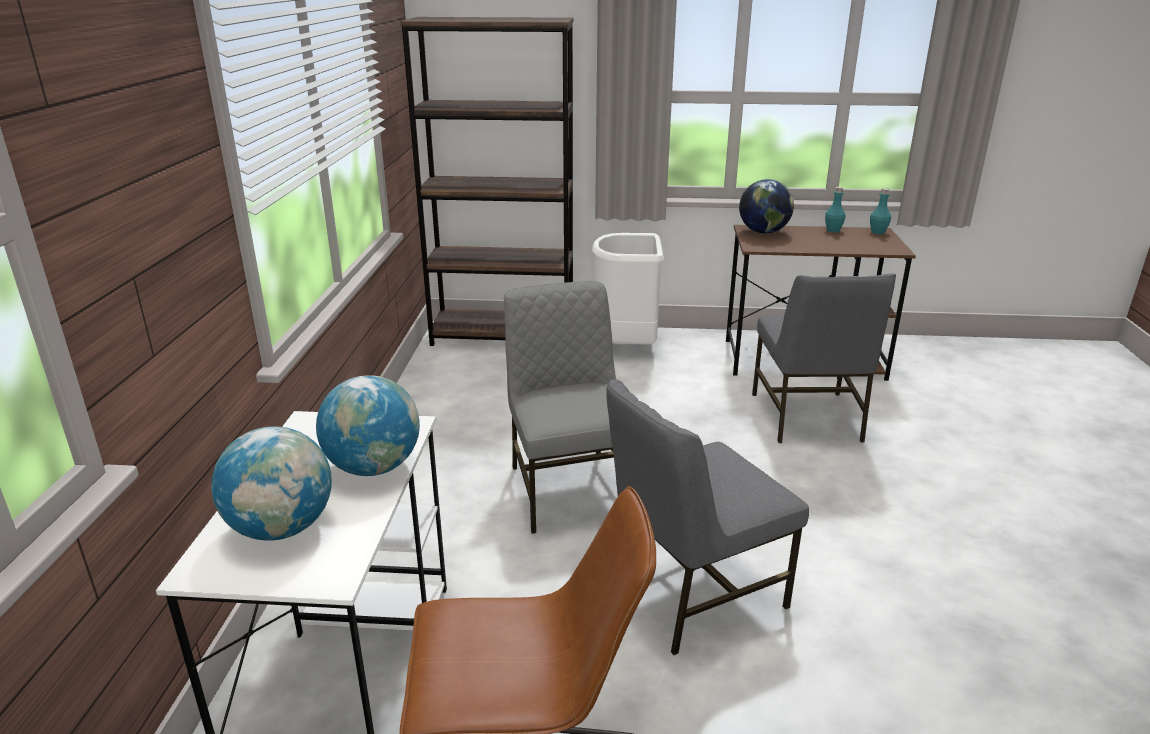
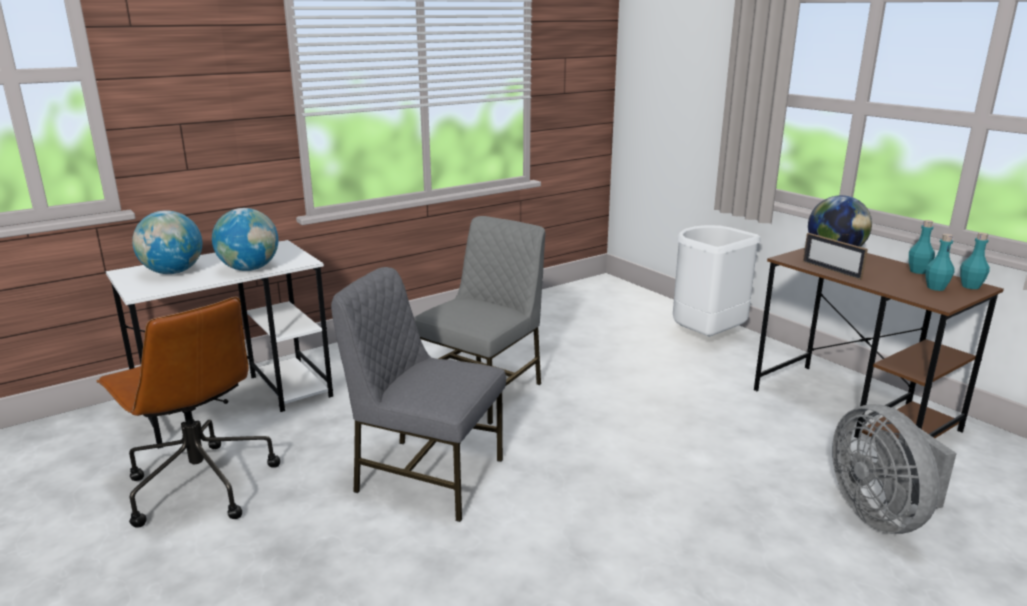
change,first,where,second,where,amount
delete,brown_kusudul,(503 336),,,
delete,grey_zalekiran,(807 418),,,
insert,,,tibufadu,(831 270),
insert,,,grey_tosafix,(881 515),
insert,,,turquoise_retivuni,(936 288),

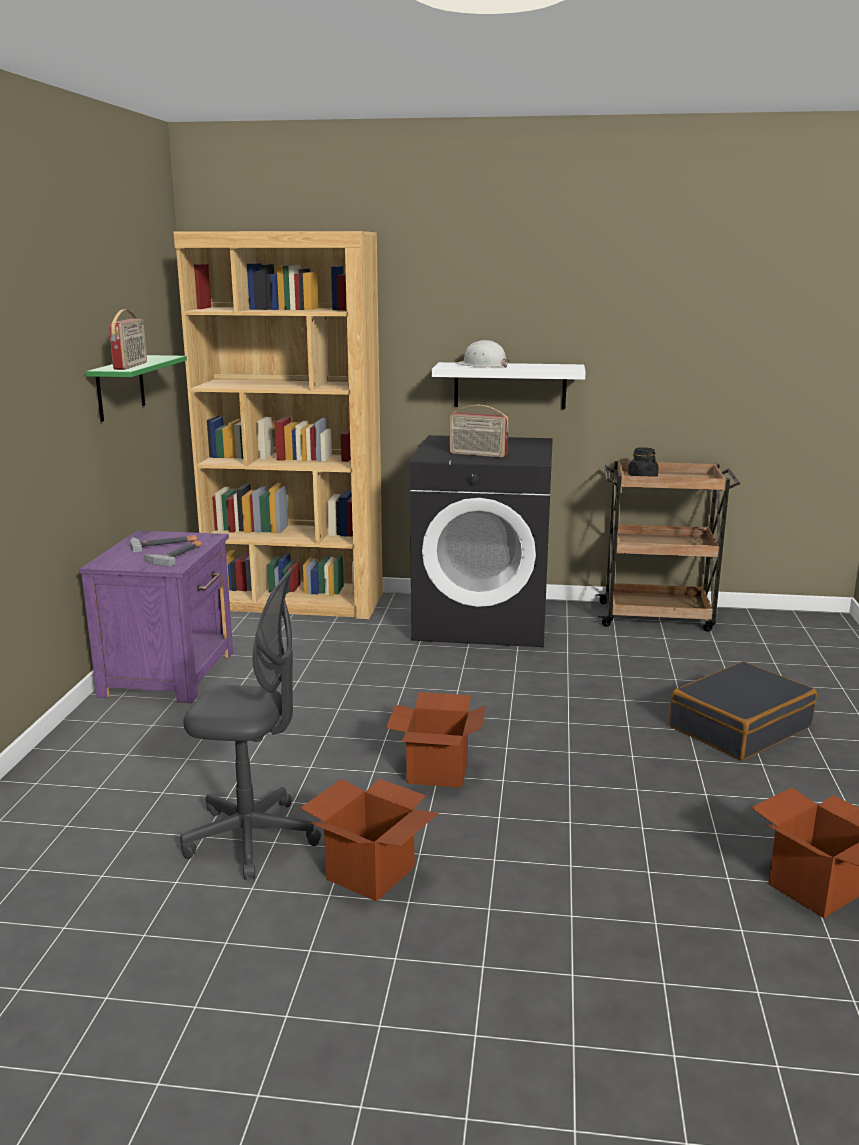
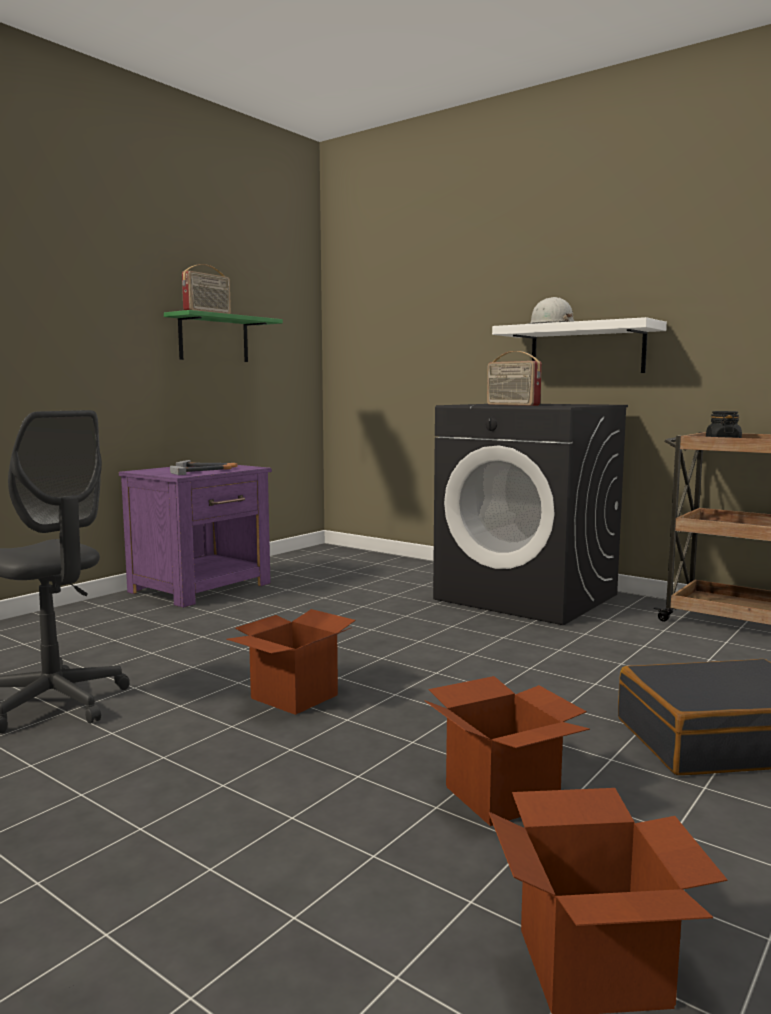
change,first,where,second,where,amount
delete,brown_kusudul,(296 602),,,
move,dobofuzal,(370 873),,(501 796),

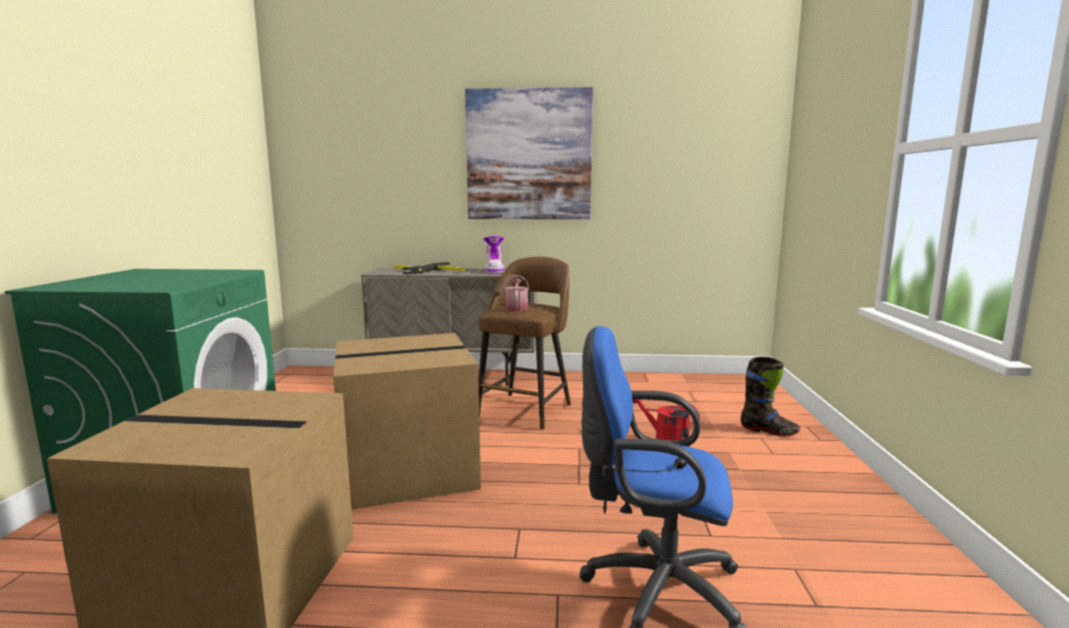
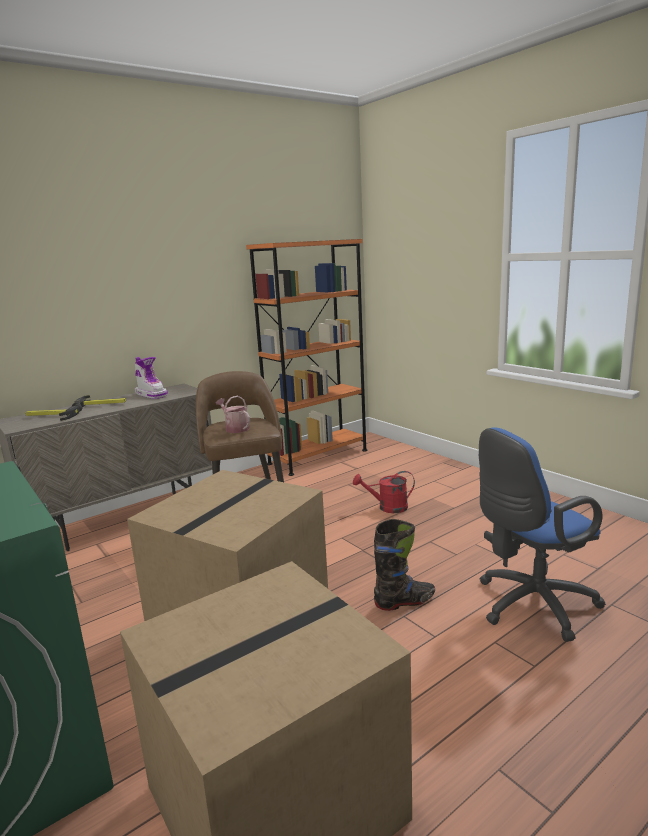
change,first,where,second,where,amount
delete,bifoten,(529 155),,,
insert,,,orange_kusudul,(318 457),
move,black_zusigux,(769 431),,(405 601),

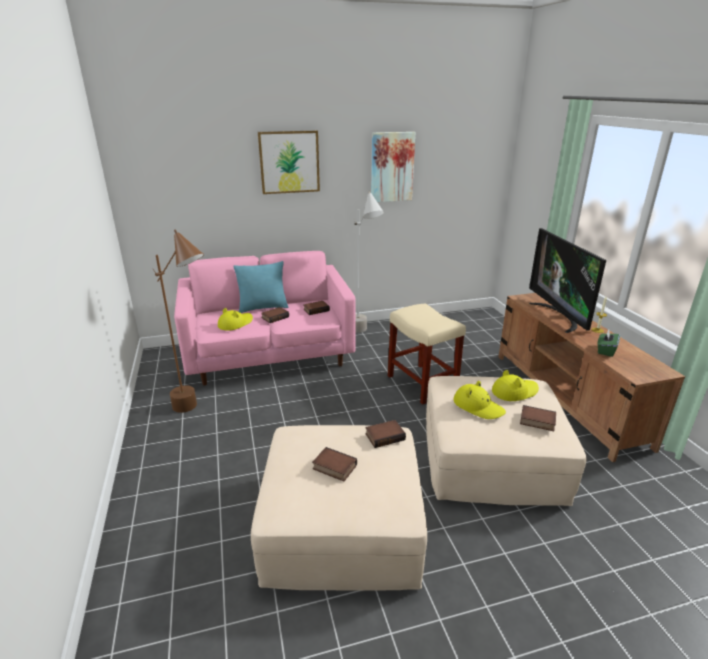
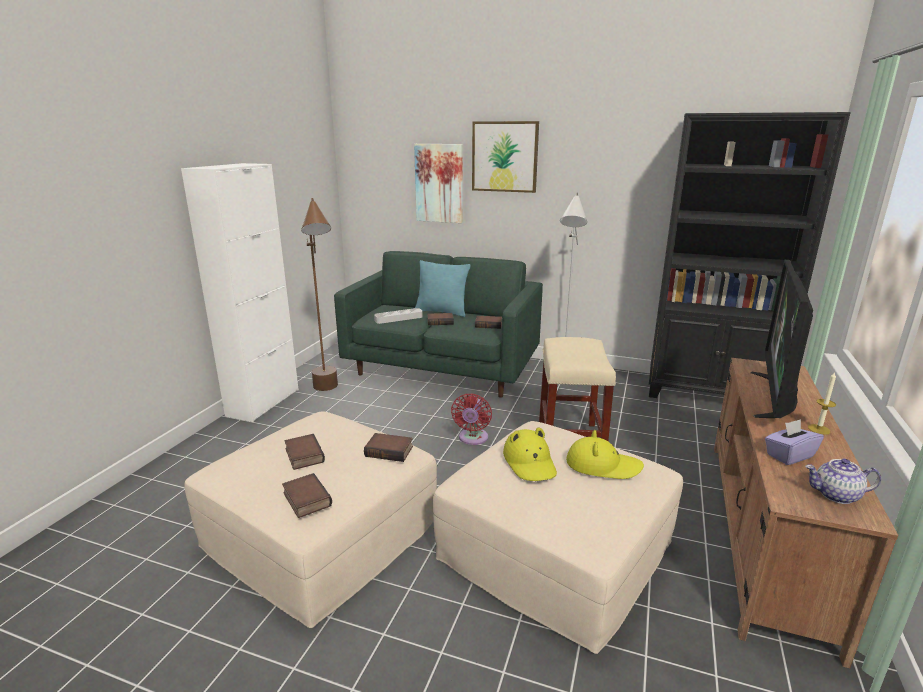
change,first,where,second,where,amount
insert,,,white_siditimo,(263 402),
insert,,,red_tosafix,(472 439),
insert,,,black_kusudul,(709 394),
insert,,,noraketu,(836 495),
move,bifoten,(392 167),,(439 183),
move,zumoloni,(536 421),,(305 499),
replace,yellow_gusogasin,(235 323),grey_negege,(398 318),
recolor,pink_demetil,(270 356),green_demetil,(442 369),
recolor,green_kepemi,(605 350),purple_kepemi,(789 455),

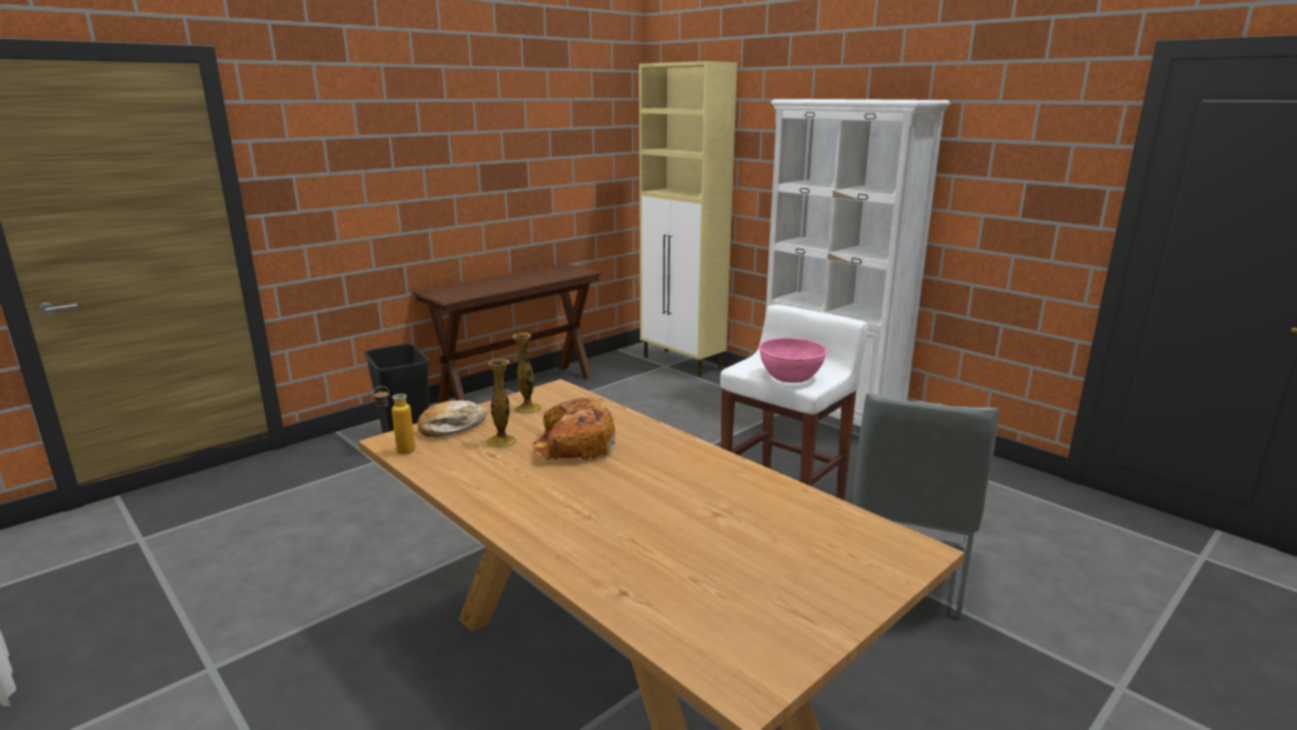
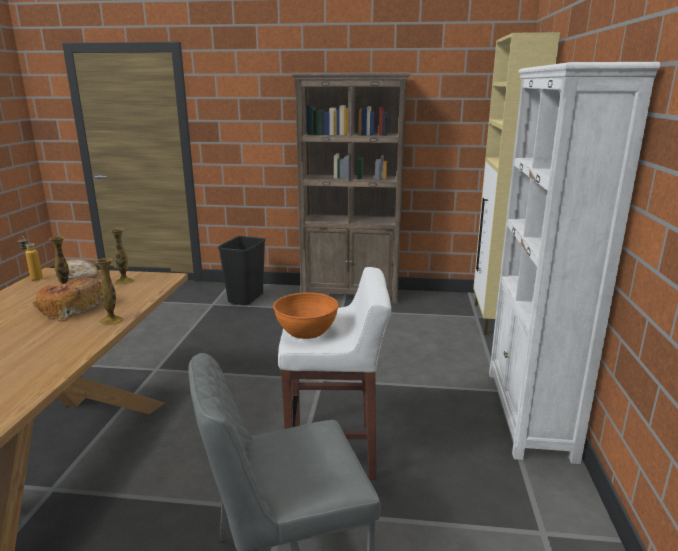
change,first,where,second,where,amount
insert,,,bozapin,(111 321),
replace,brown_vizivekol,(518 390),brown_kusudul,(351 295),
recolor,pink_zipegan,(790 376),orange_zipegan,(306 331),

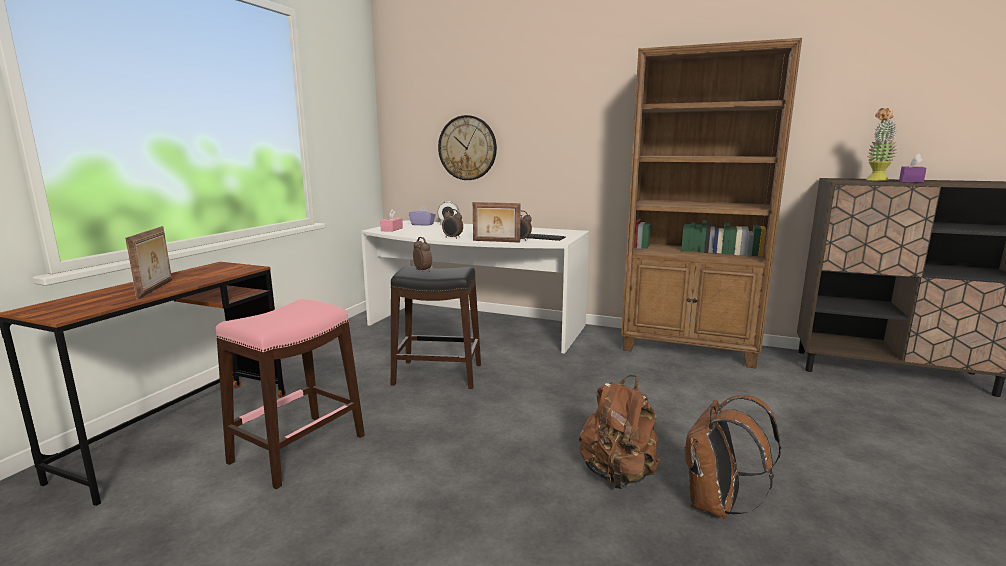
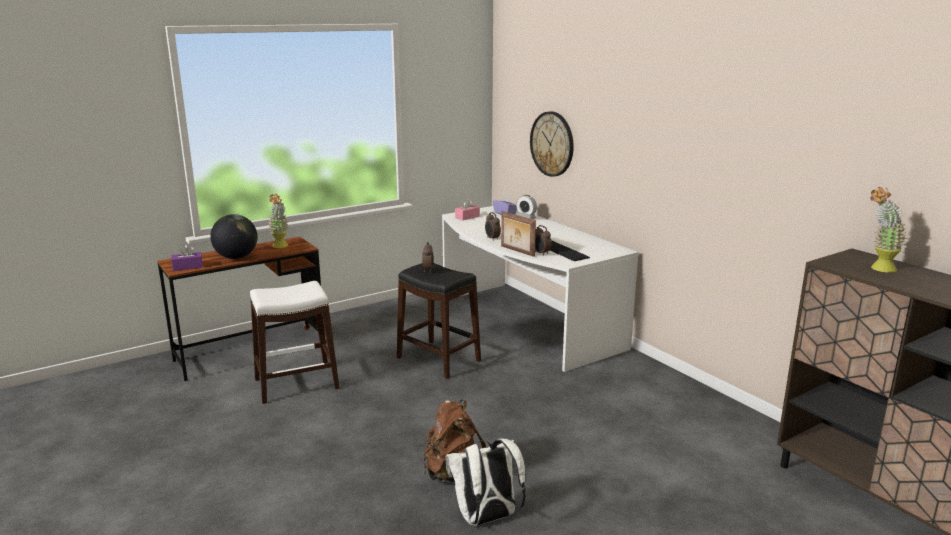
change,first,where,second,where,amount
delete,brown_kusudul,(689 349),,,
insert,,,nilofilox,(280 247),
move,purple_kepemi,(910 181),,(187 267),
replace,tibufadu,(157 289),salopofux,(236 257),
recolor,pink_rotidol,(299 449),white_rotidol,(297 384),
recolor,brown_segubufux,(717 505),white_segubufux,(486 519),

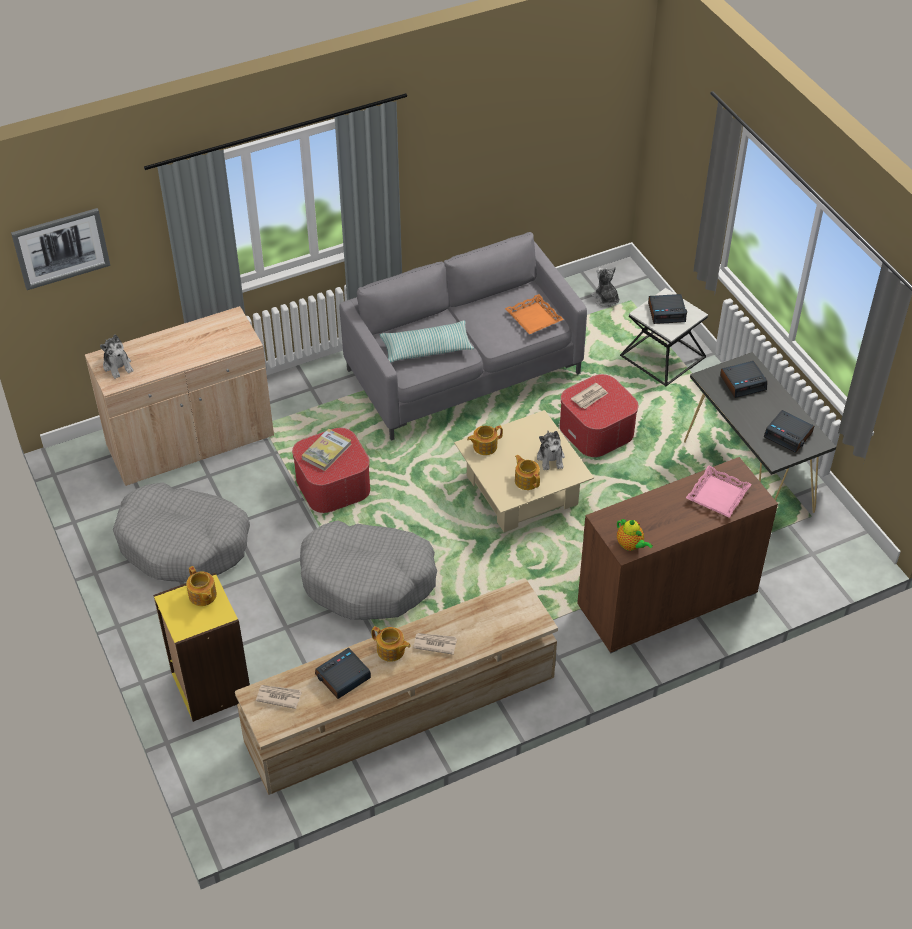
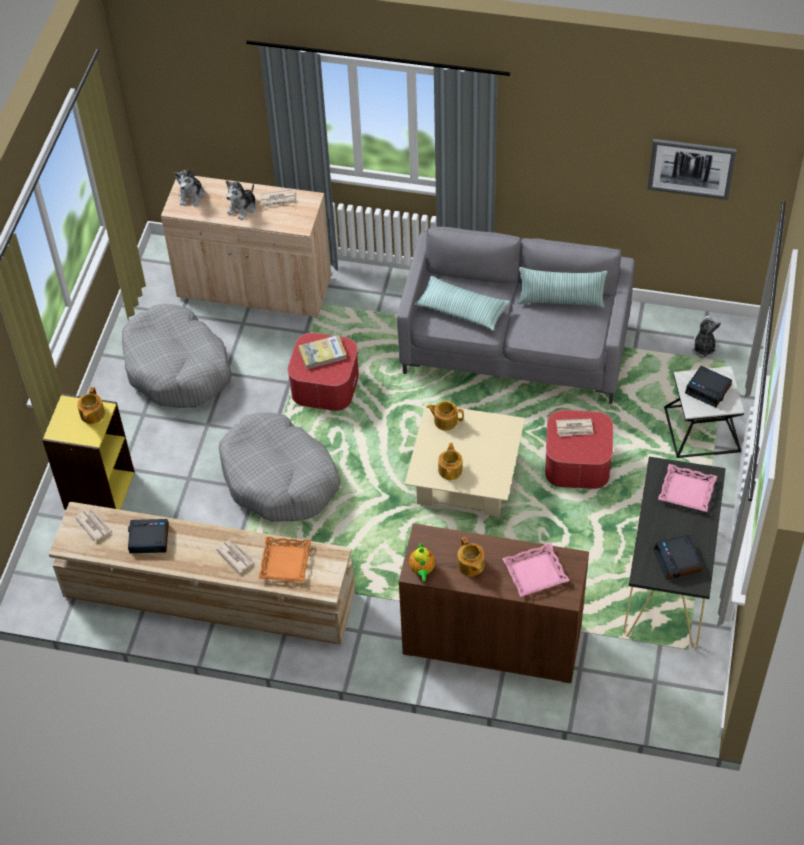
change,first,where,second,where,amount
insert,,,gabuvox,(278 200),
insert,,,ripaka,(561 301),
move,bifoten,(61 248),,(691 168),
move,noraketu,(391 651),,(470 566),
move,orange_negege,(534 318),,(285 562),
move,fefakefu,(551 458),,(243 208),
replace,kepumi,(743 382),pink_negege,(687 491),

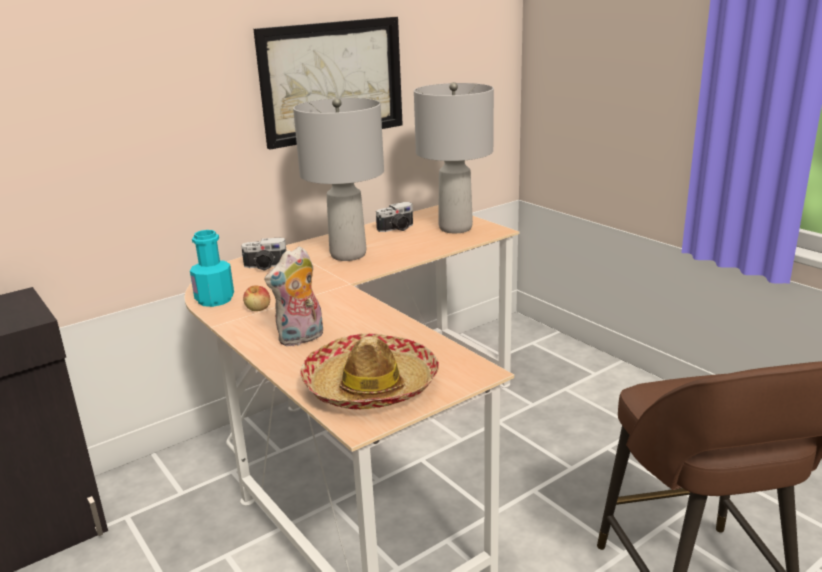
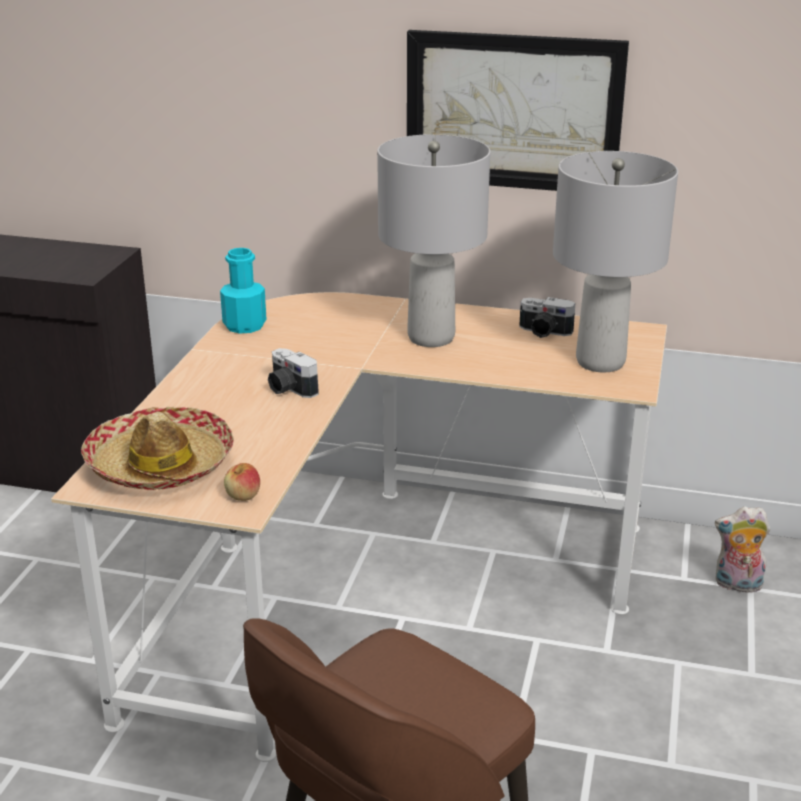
change,first,where,second,where,amount
move,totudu,(265 266),,(289 389),
move,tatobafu,(258 309),,(243 496),
move,fefakefu,(301 339),,(737 585),

